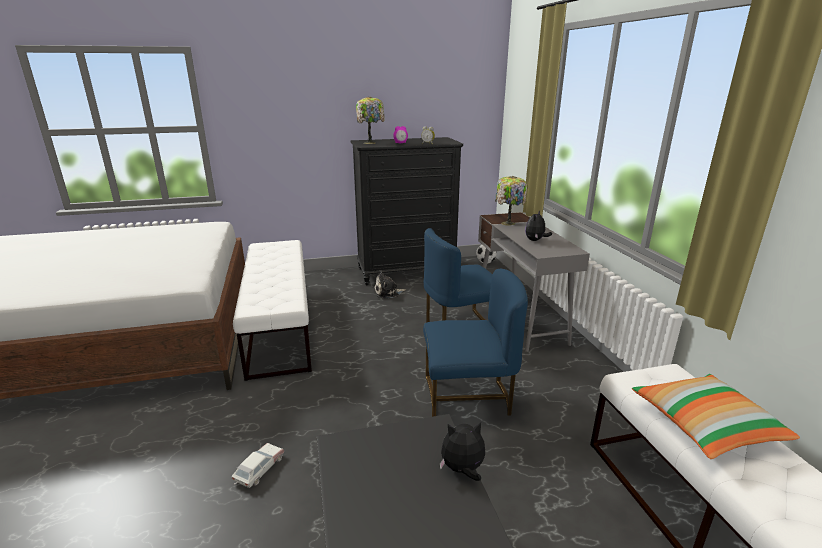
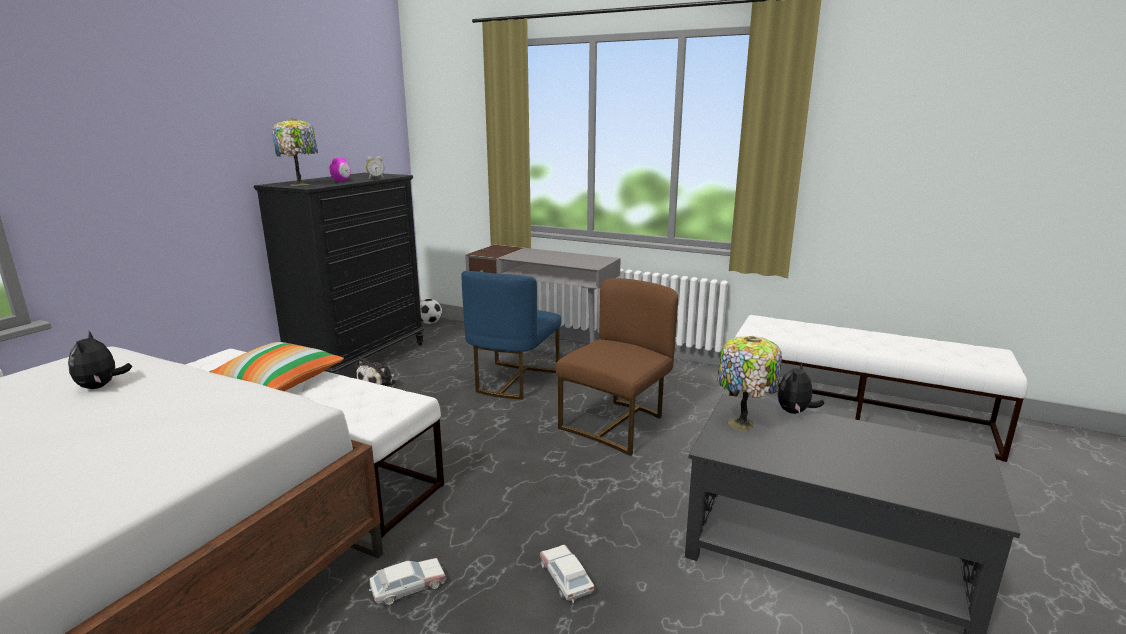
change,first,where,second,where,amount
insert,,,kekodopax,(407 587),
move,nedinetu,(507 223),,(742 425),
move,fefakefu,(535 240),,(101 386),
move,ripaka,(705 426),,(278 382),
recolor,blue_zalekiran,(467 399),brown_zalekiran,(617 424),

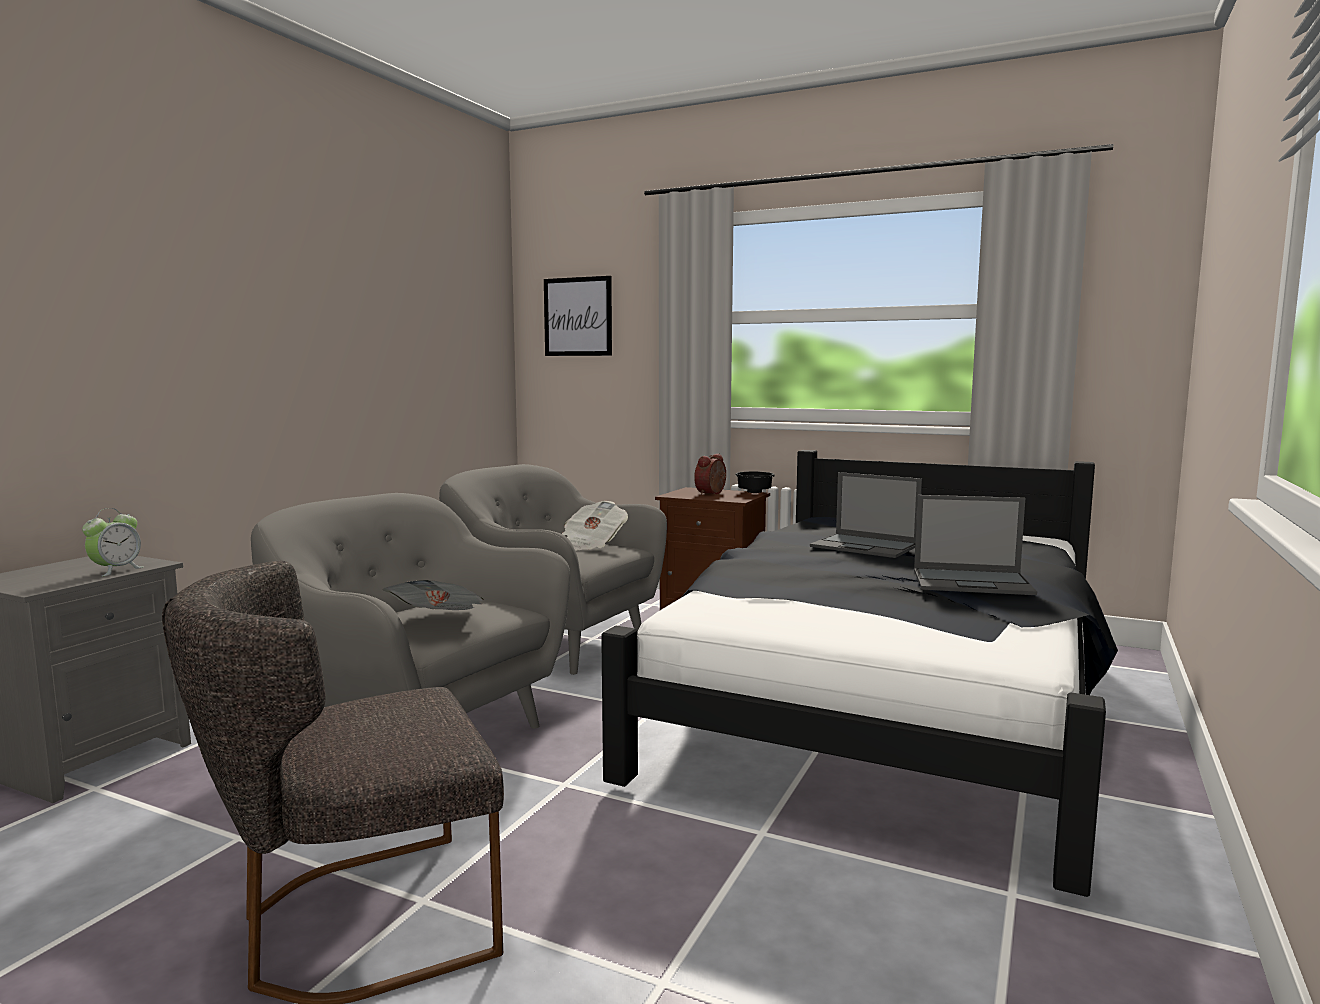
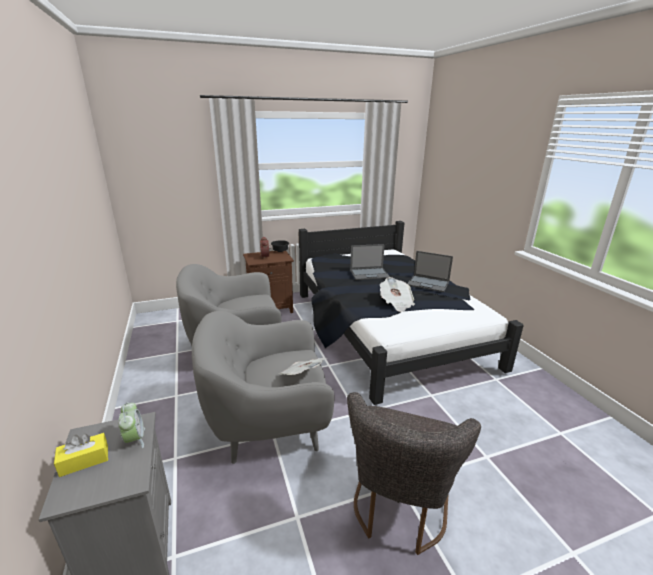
change,first,where,second,where,amount
delete,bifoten,(578 316),,,
insert,,,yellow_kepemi,(84 460),
move,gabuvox,(591 545),,(396 303),
rotate,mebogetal,(973 582),,(428 283),60 degrees clockwise

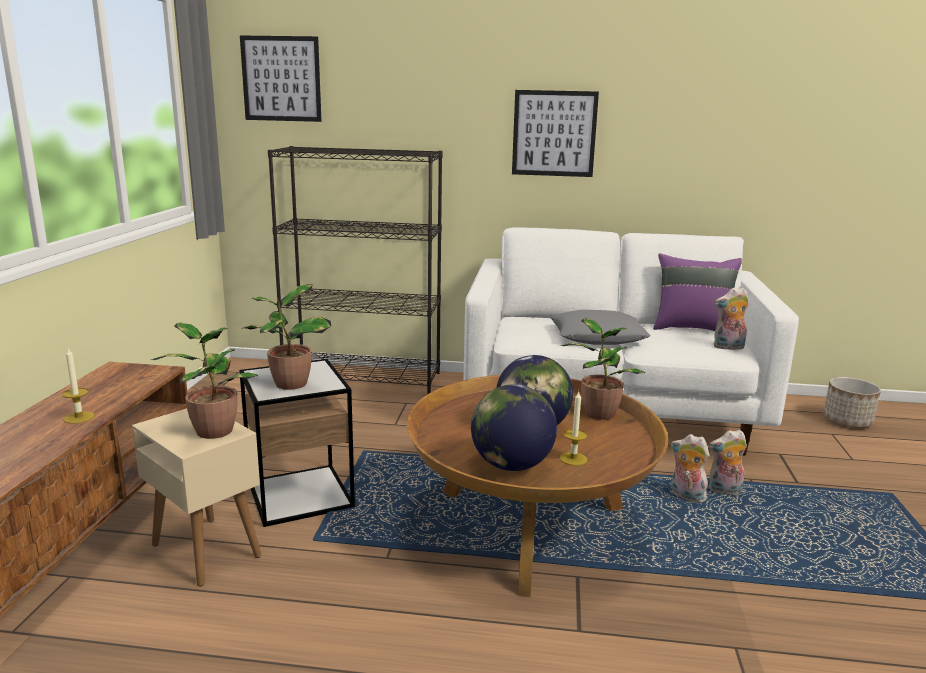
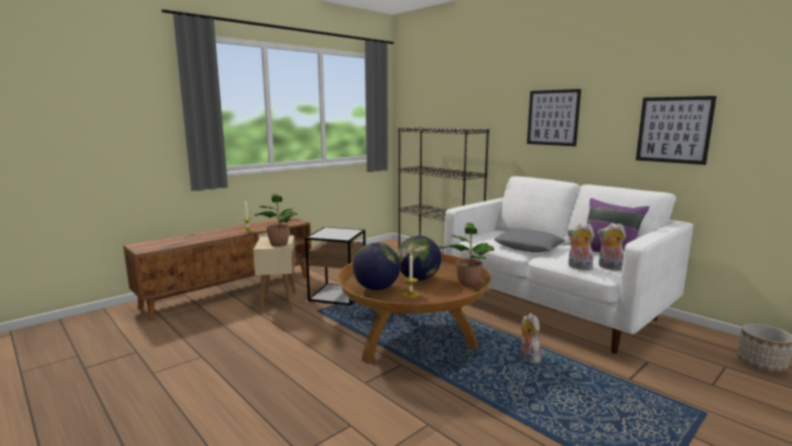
change,first,where,second,where,amount
delete,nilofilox,(289 384),,,
move,bifoten,(281 79),,(673 130),
move,fefakefu,(724 491),,(579 267),

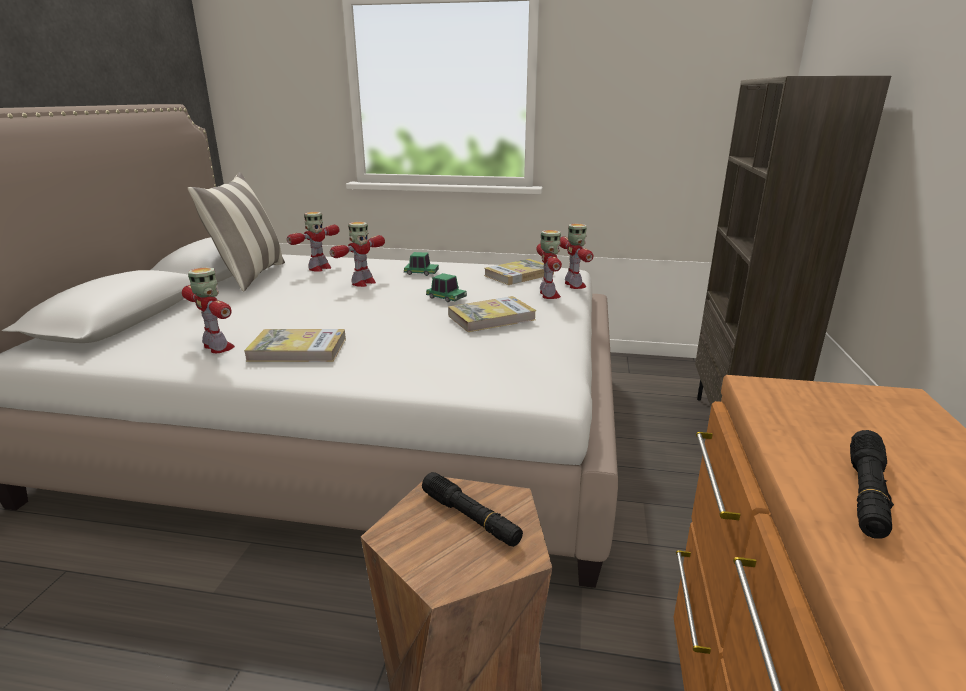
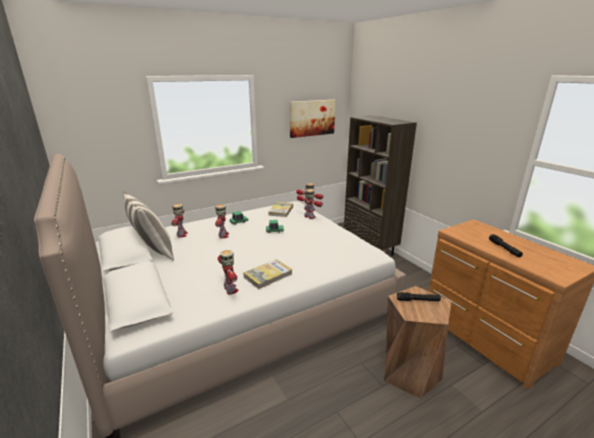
change,first,where,second,where,amount
delete,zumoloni,(491 318),,,
insert,,,bifoten,(312 118),
rotate,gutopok,(218 347),,(230 289),60 degrees clockwise

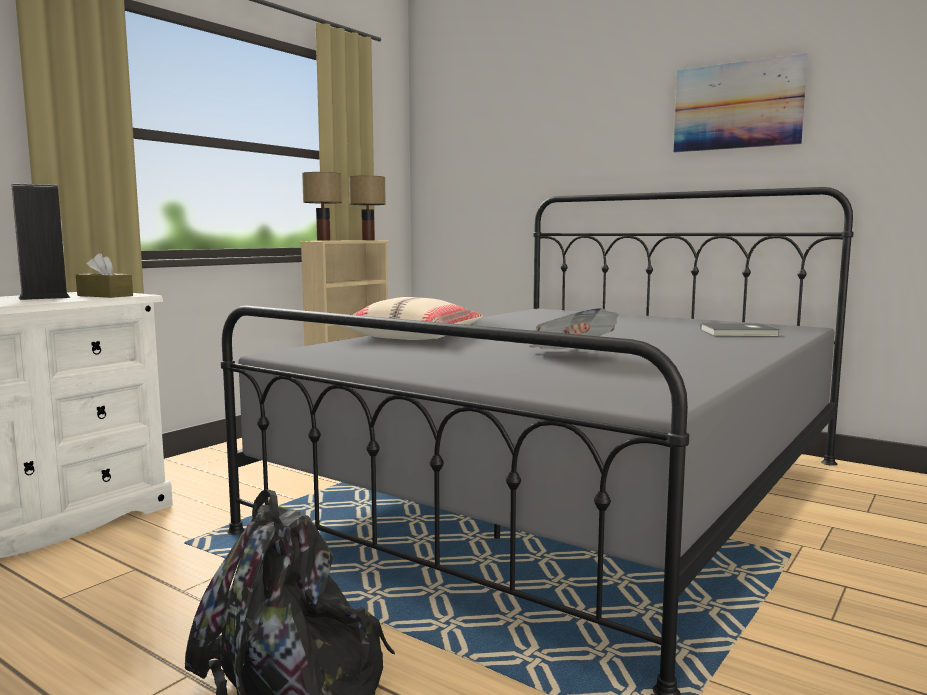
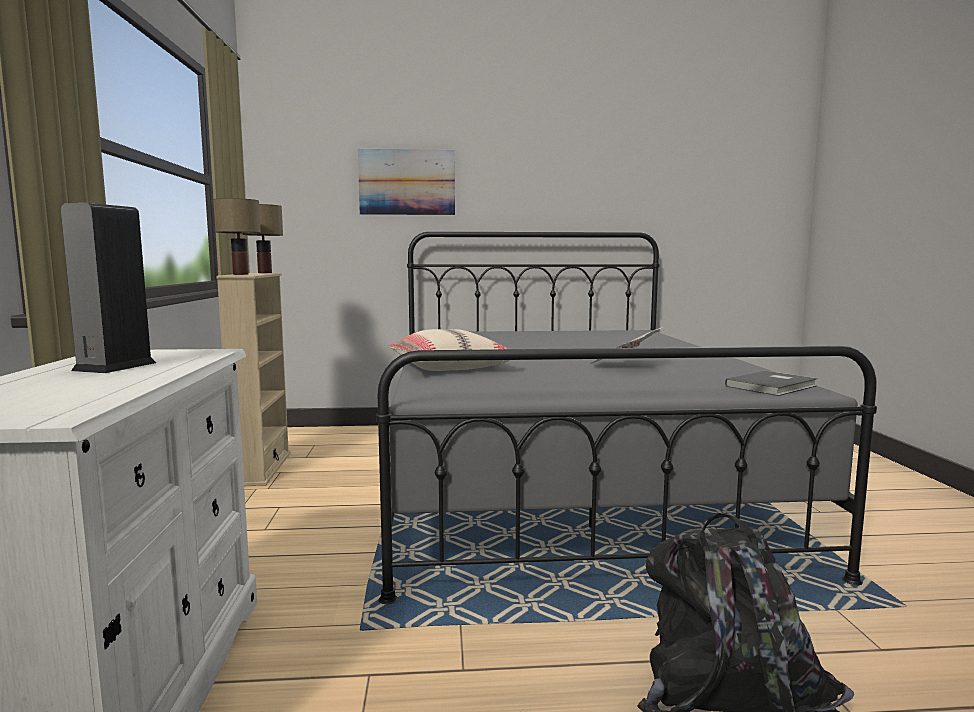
change,first,where,second,where,amount
delete,brown_kepemi,(105 295),,,
move,bifoten,(737 105),,(407 182),
move,grey_zumoloni,(740 333),,(773 386),

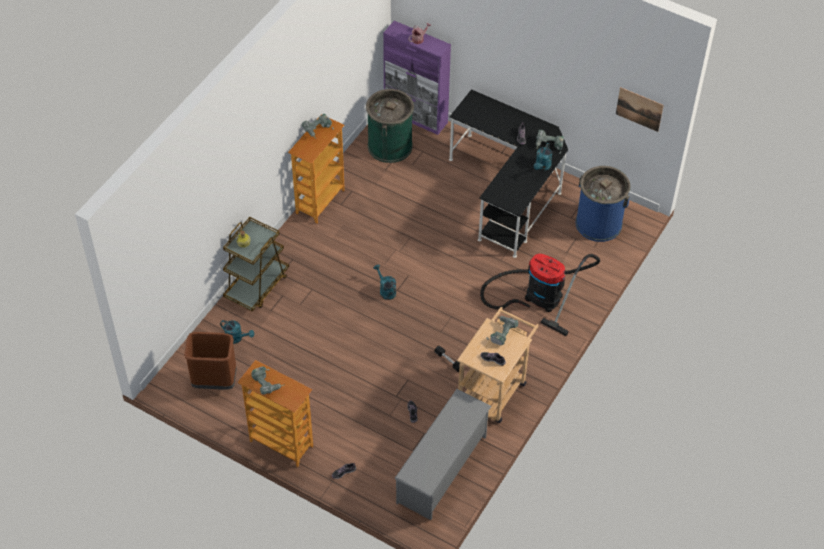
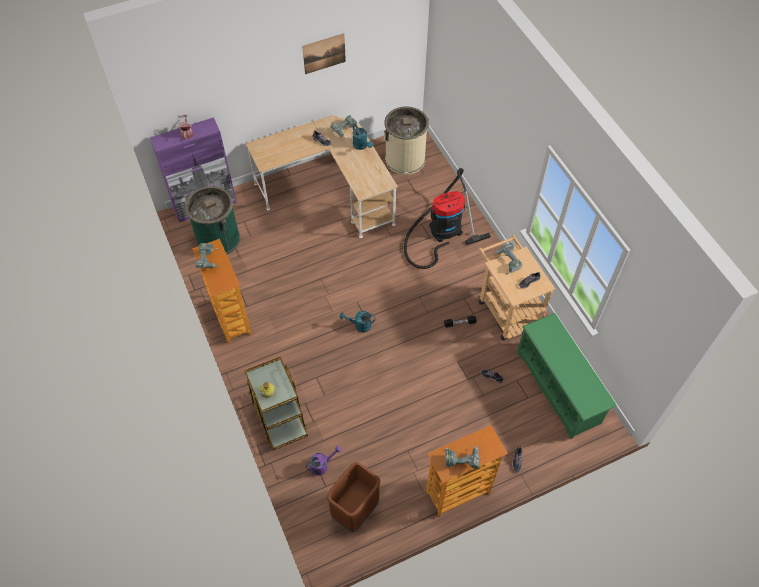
change,first,where,second,where,amount
move,bifoten,(639 109),,(324 53),
recolor,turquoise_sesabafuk,(237 338),purple_sesabafuk,(322 465),
recolor,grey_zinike,(442 469),green_zinike,(558 387),
recolor,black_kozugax,(509 190),beige_kozugax,(330 191),
recolor,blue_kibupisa,(598 223),beige_kibupisa,(405 159),

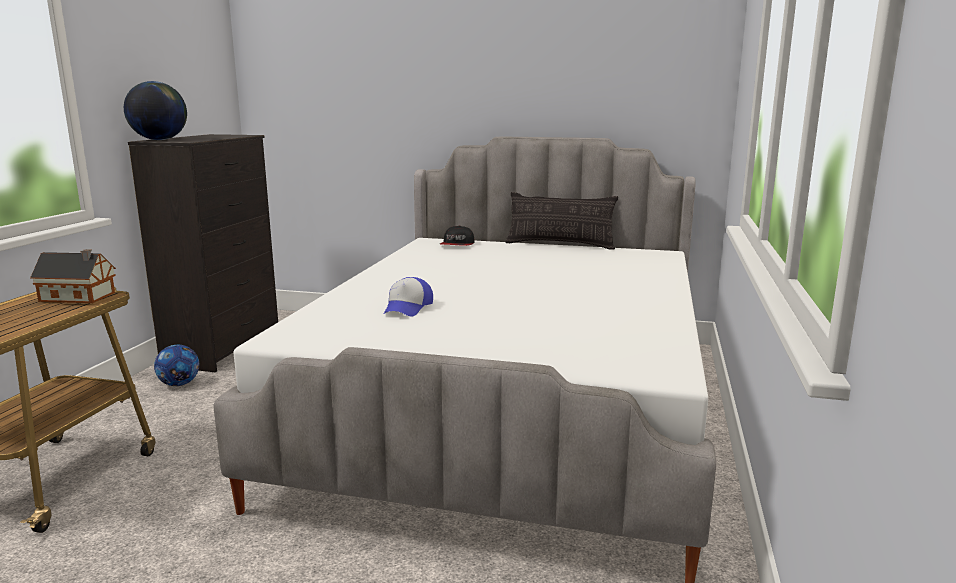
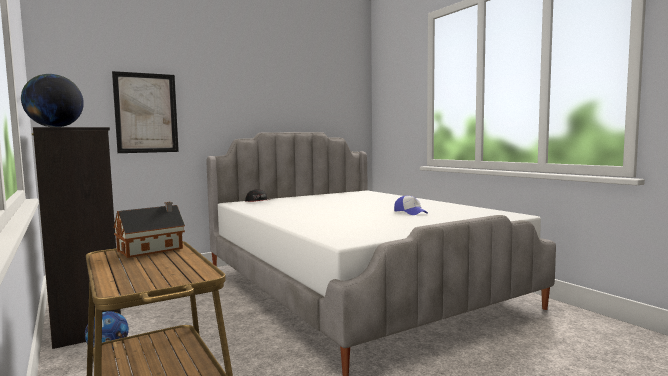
change,first,where,second,where,amount
delete,ripaka,(560 245),,,
insert,,,bifoten,(146 113),
move,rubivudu,(408 308),,(410 212),

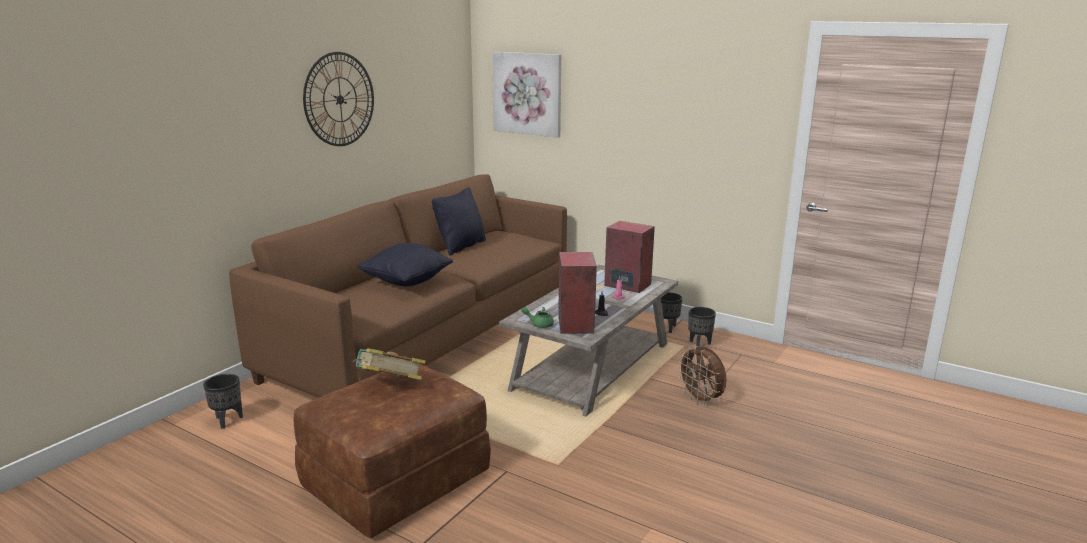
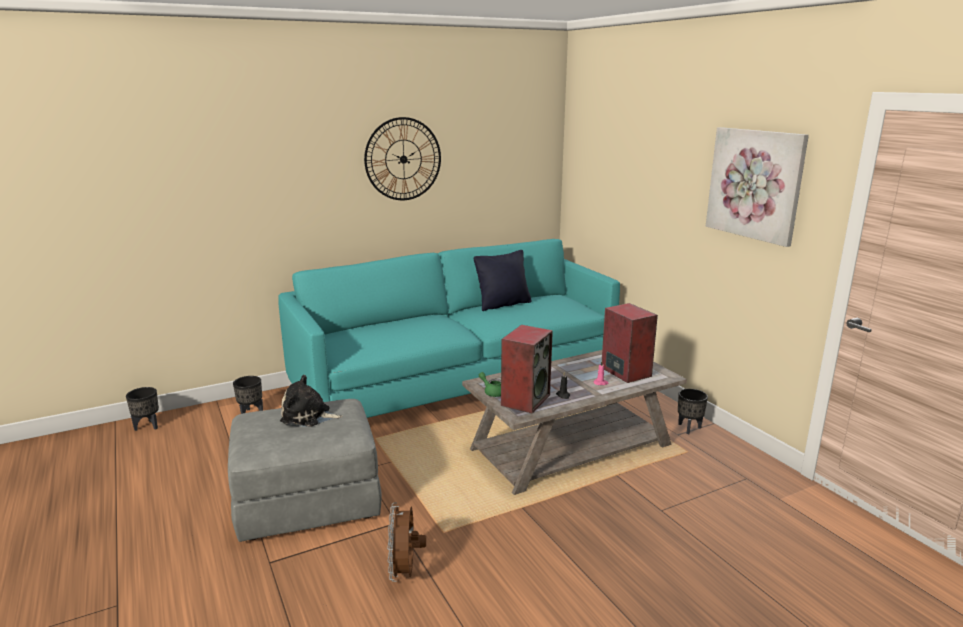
change,first,where,second,where,amount
delete,black_ripaka,(406 282),,,
move,bifoten,(527 93),,(755 184),
move,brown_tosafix,(701 400),,(405 572),
move,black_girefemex,(699 344),,(147 426),
replace,zumoloni,(389 386),fefakefu,(308 416),
recolor,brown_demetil,(427 335),turquoise_demetil,(456 380),
recolor,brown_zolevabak,(396 482),grey_zolevabak,(307 501),

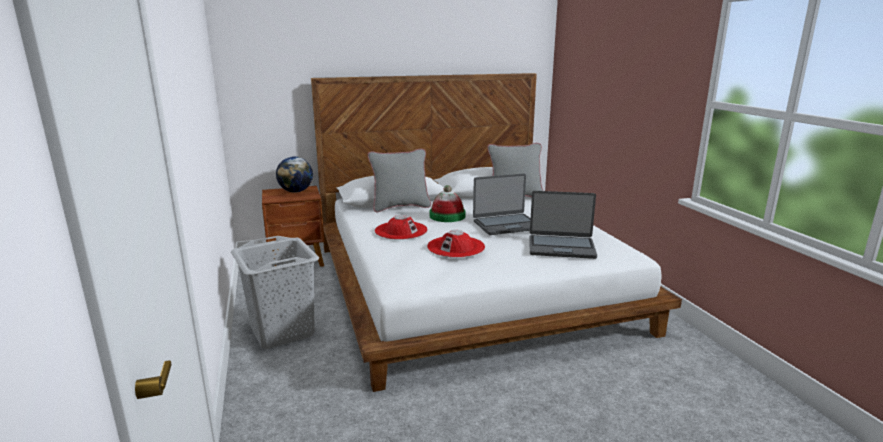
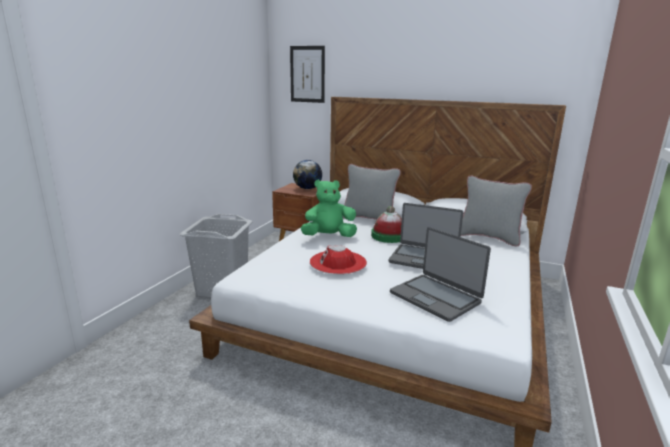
change,first,where,second,where,amount
insert,,,bifoten,(307 74),
replace,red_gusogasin,(401 230),green_fefakefu,(329 236),

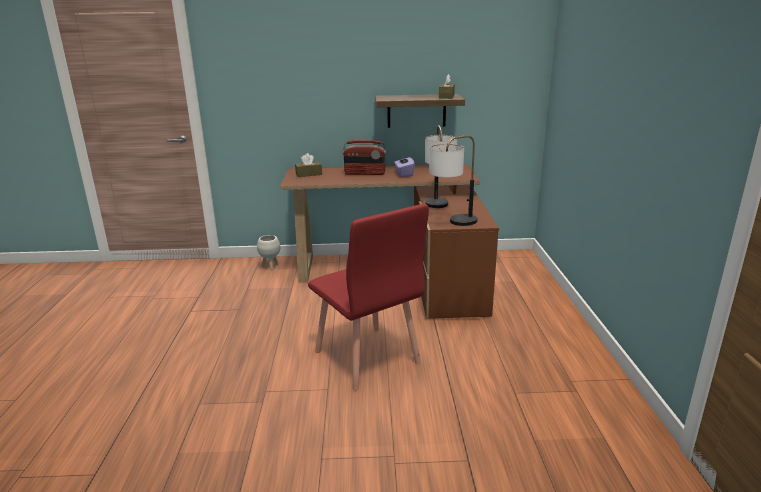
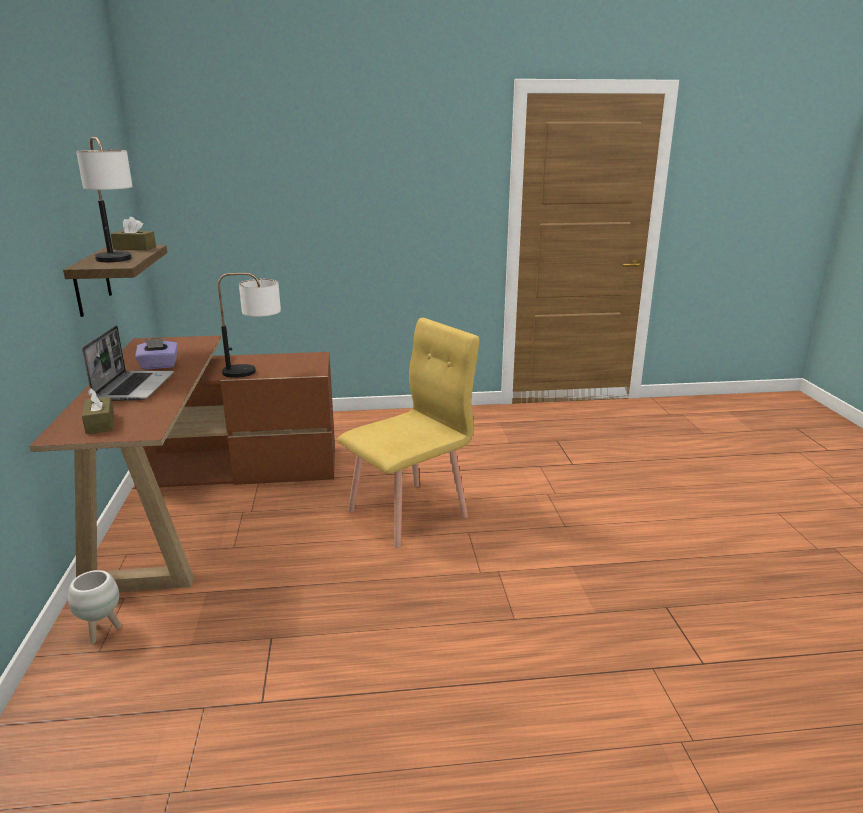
change,first,where,second,where,amount
move,nedinetu,(452 223),,(118 261),
replace,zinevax,(364 173),mebogetal,(134 387),
recolor,red_zalekiran,(367 357),yellow_zalekiran,(409 513),

